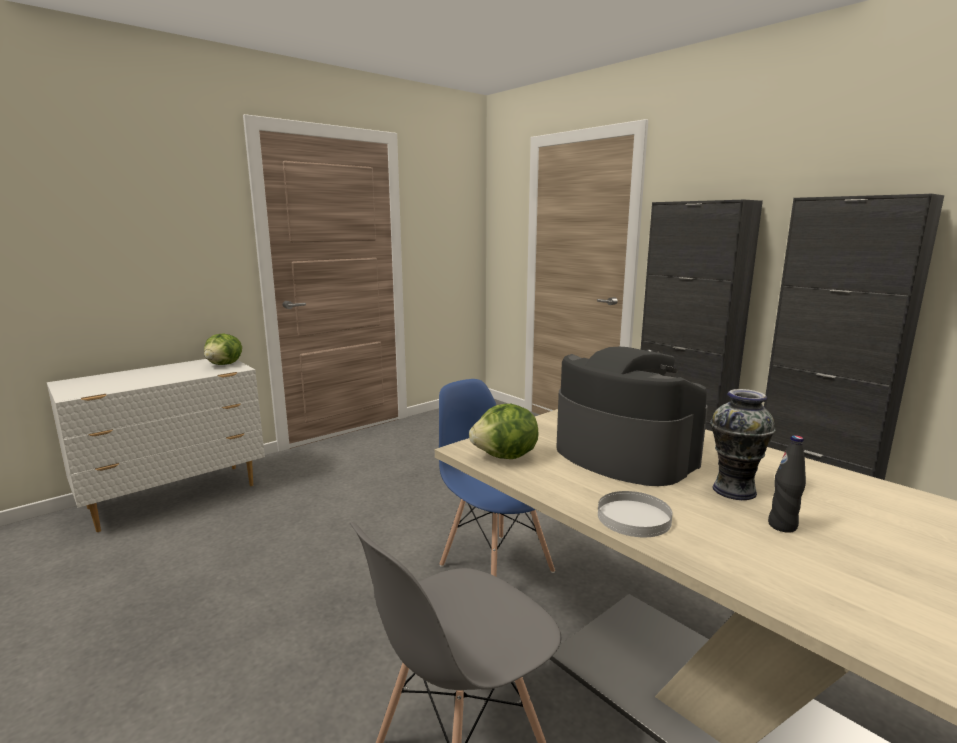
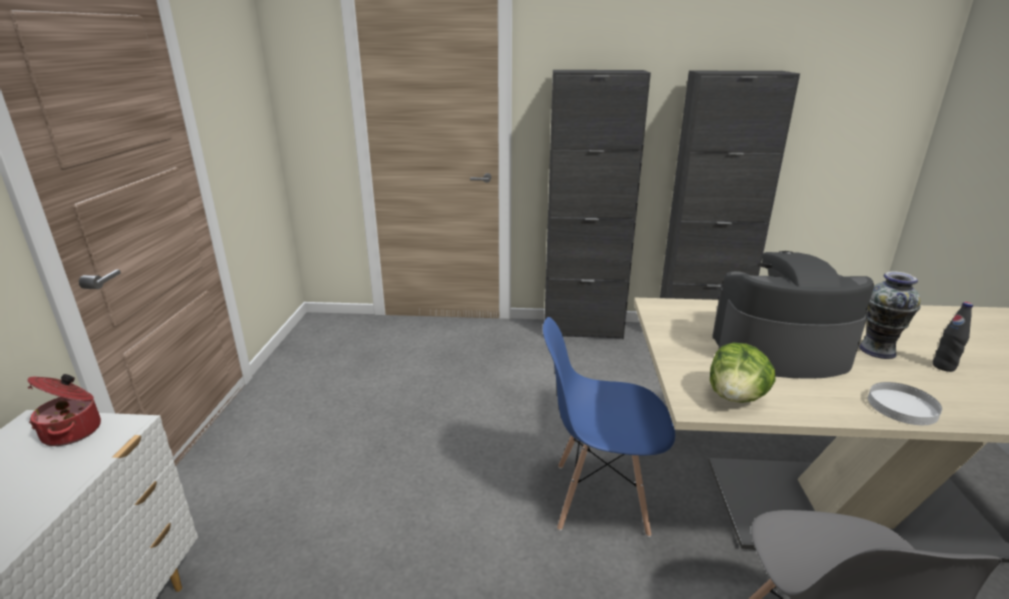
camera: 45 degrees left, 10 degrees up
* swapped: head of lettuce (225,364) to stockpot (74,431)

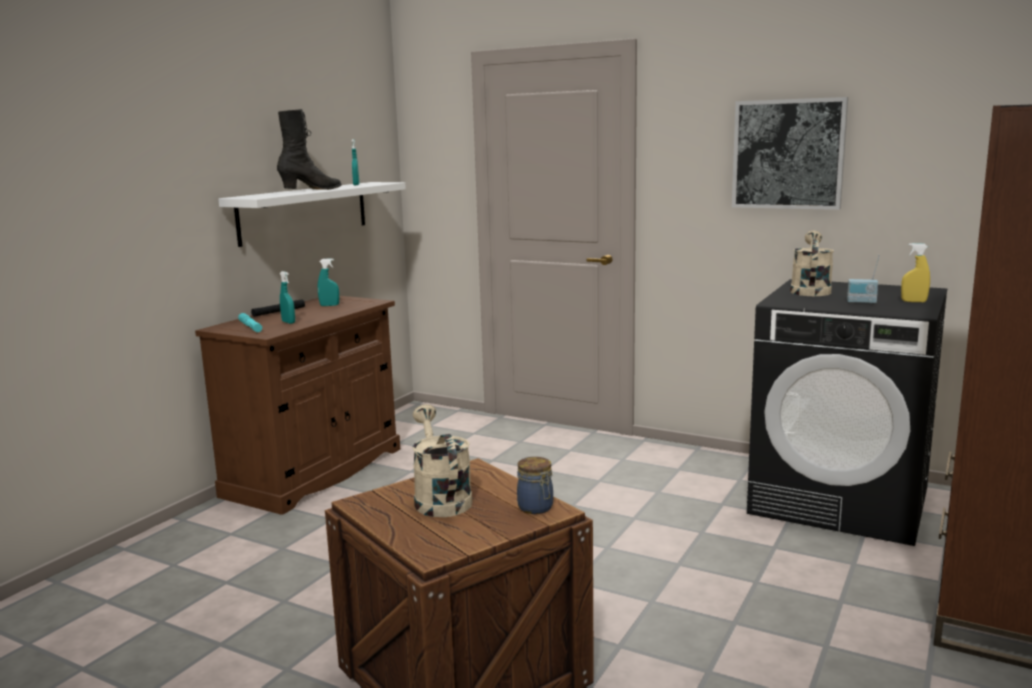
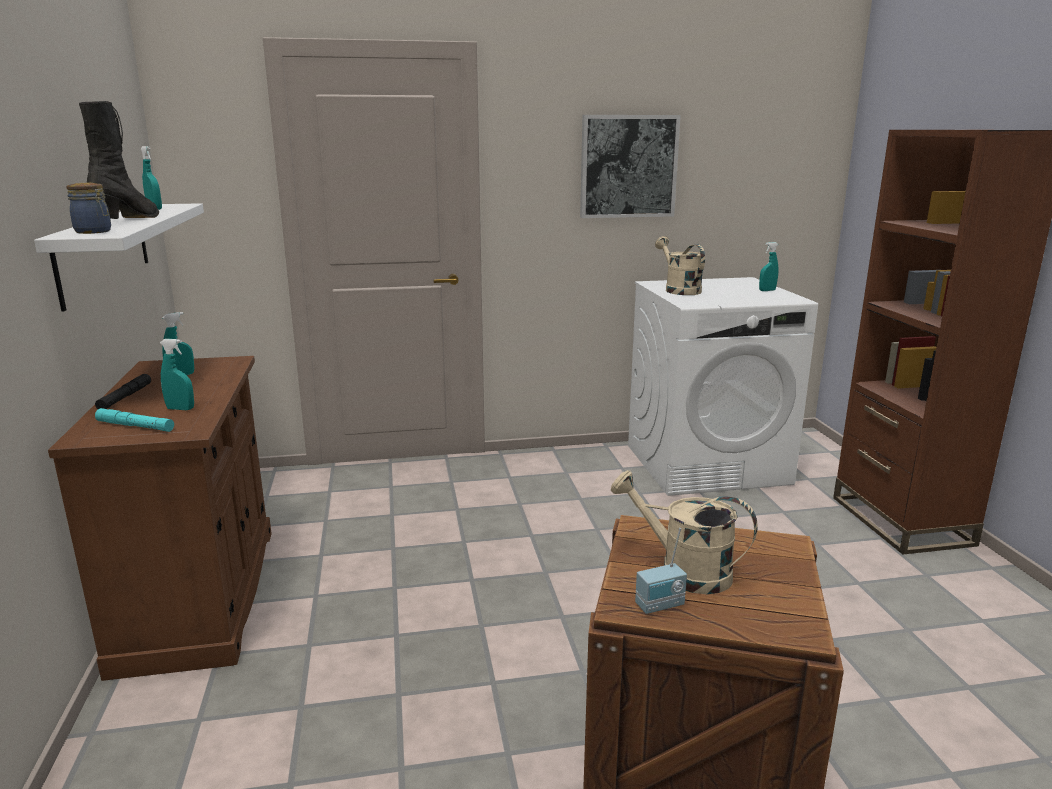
camera: 40 degrees left, 5 degrees up
* shifted: preserve jar (536,508) to (94,232)
* repainted: blackish laundry machine (840,500) to white laundry machine (707,464)
* shifted: radio (861,302) to (660,606)
* repainted: yellowish hand sprayer (913,301) to blue-green hand sprayer (767,290)

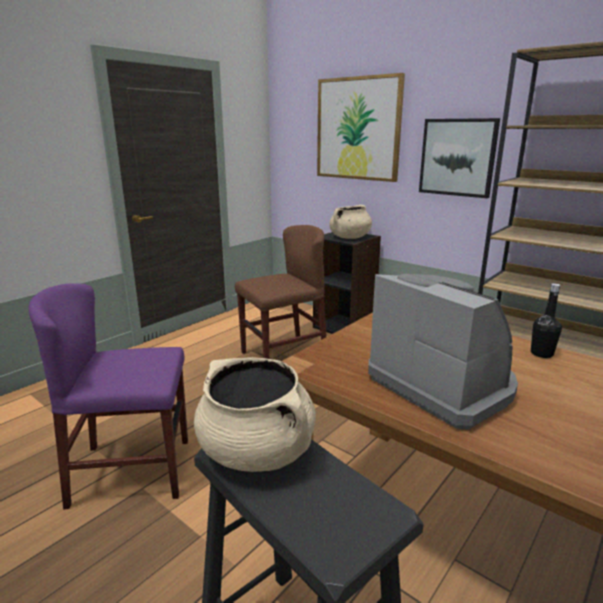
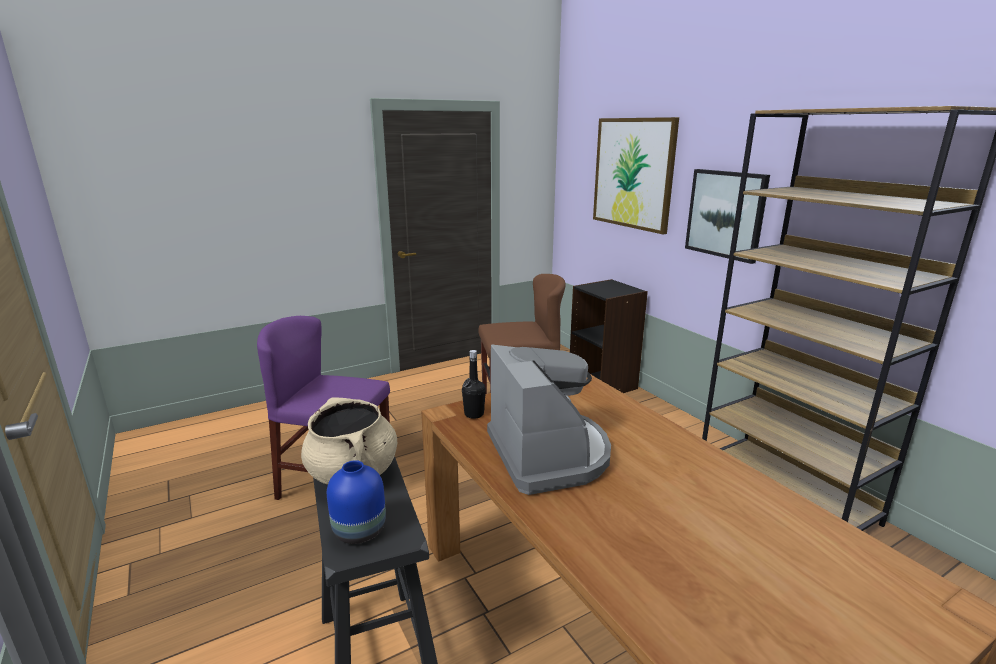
camera: 20 degrees right, 0 degrees up
* new: blue flower vase (359,532)
* shifted: blackish beverage bottle (541,354) to (474,414)
* gone: beige-coloured stockpot (349,237)

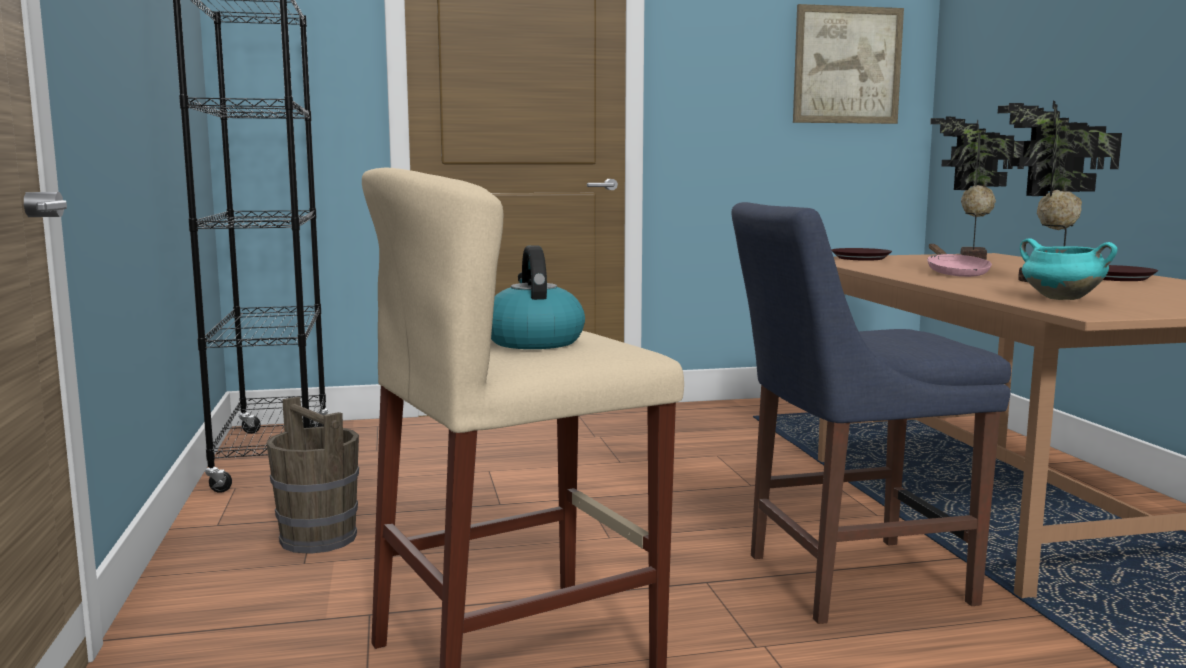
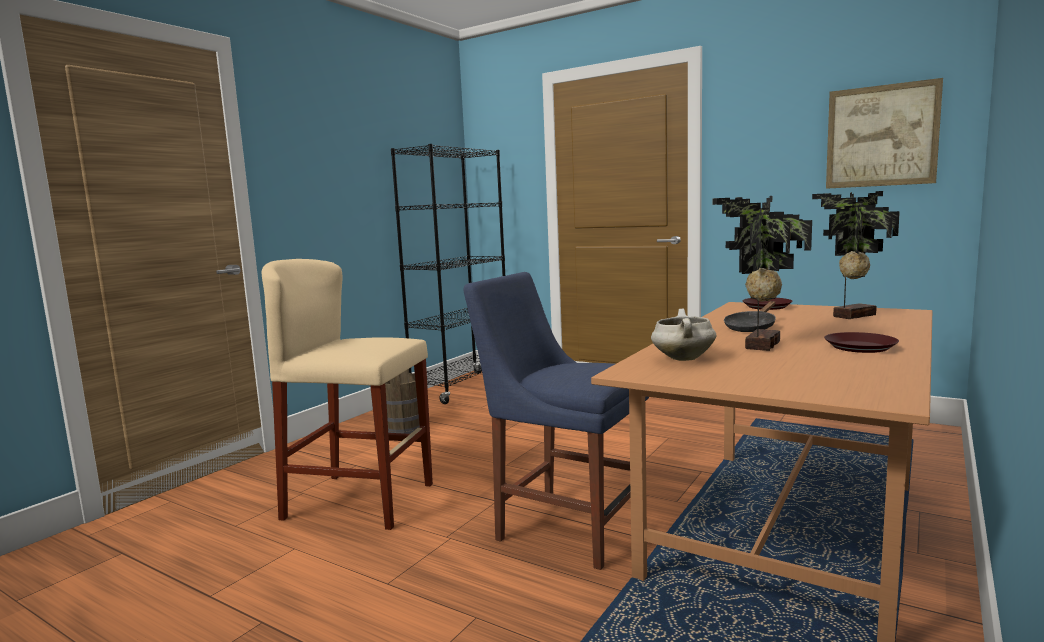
camera: 45 degrees right, 0 degrees up
* repainted: blue-green stockpot (1060,299) to white stockpot (682,359)
* repainted: pink skillet (954,273) to blackish skillet (751,327)
* gone: water kettle (533,341)

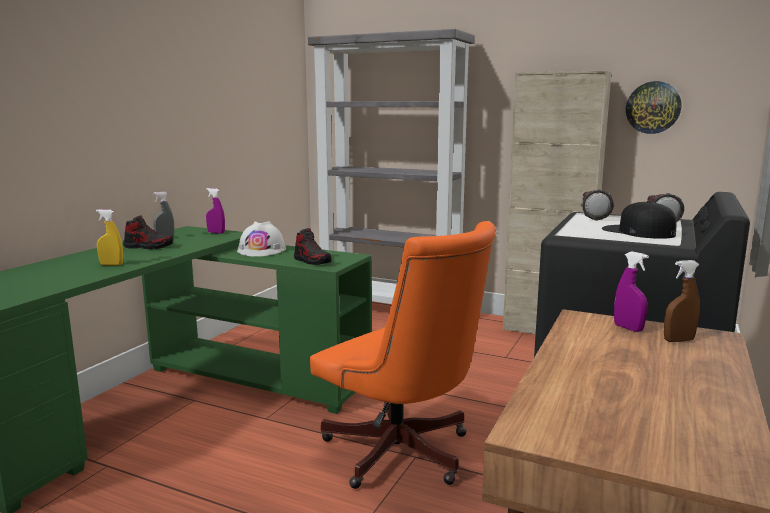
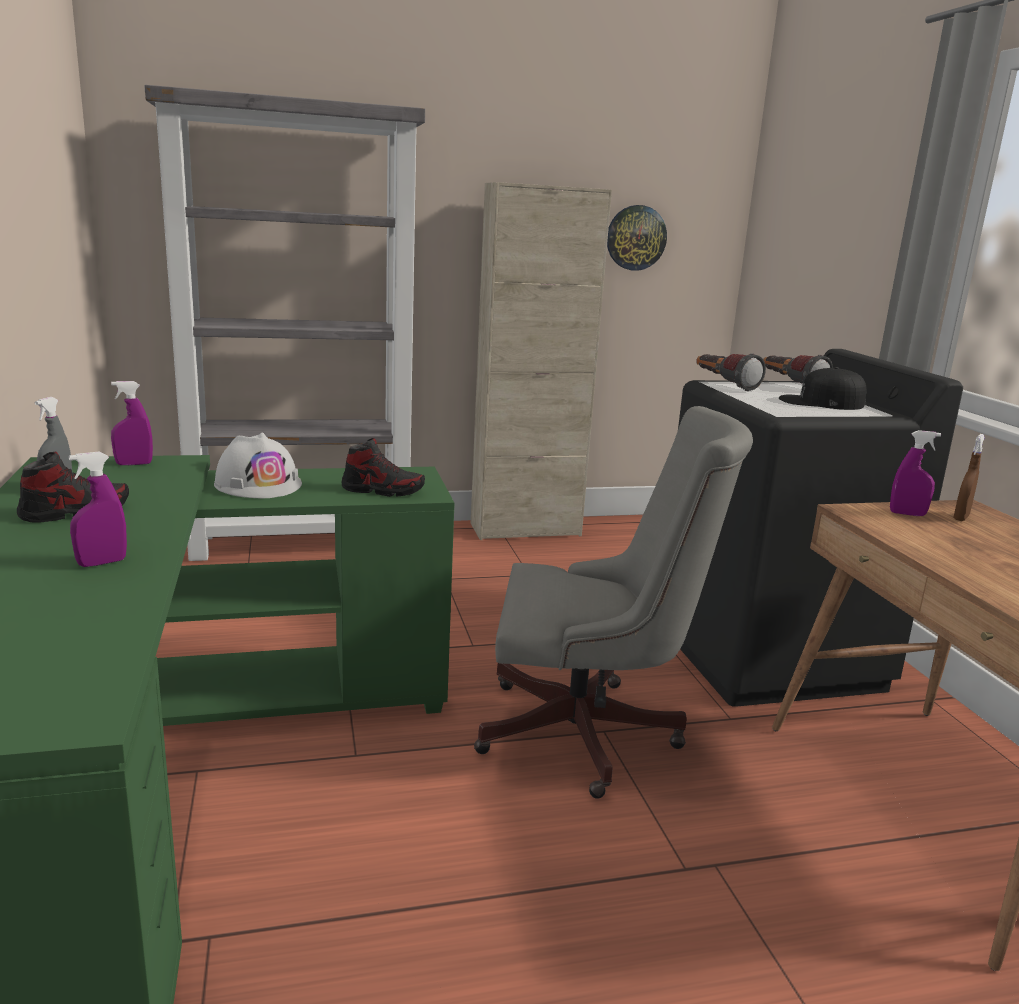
camera: 40 degrees left, 5 degrees up
* repainted: yellowish hand sprayer (111,264) to purplish hand sprayer (102,563)
* repainted: orange desk chair (403,455) to greyish desk chair (590,735)

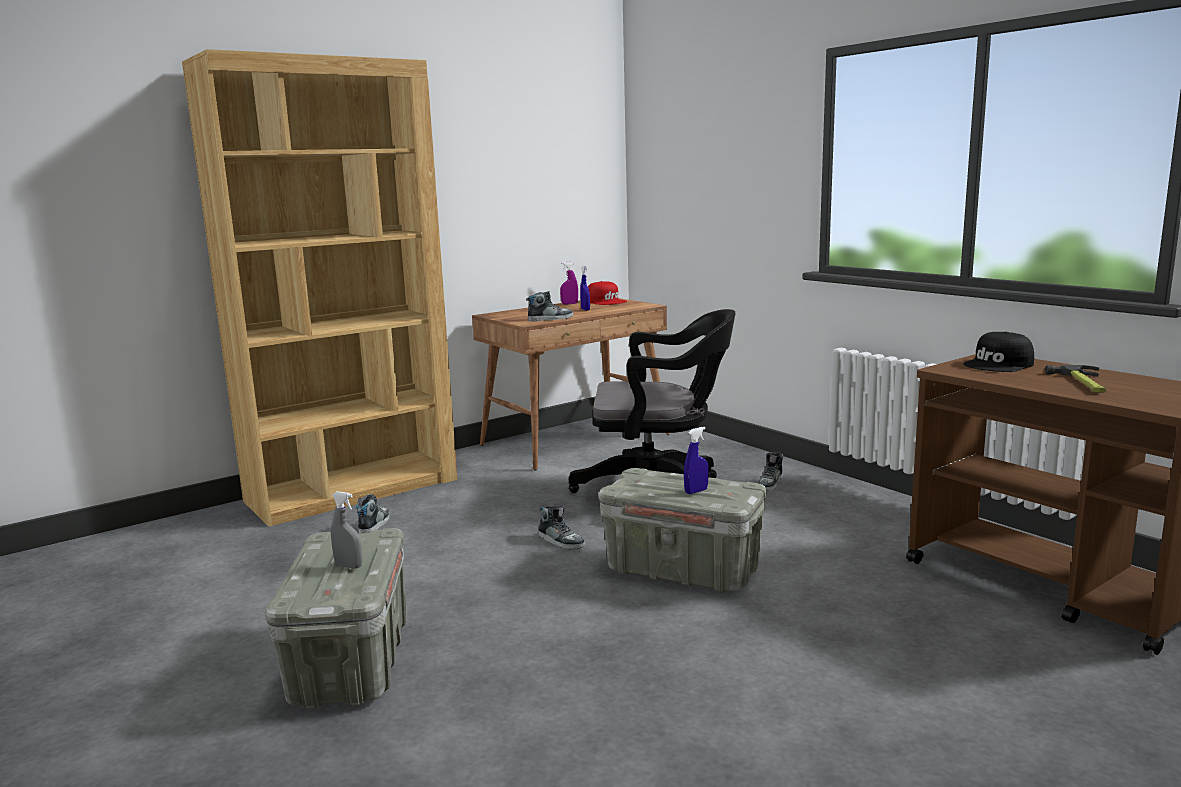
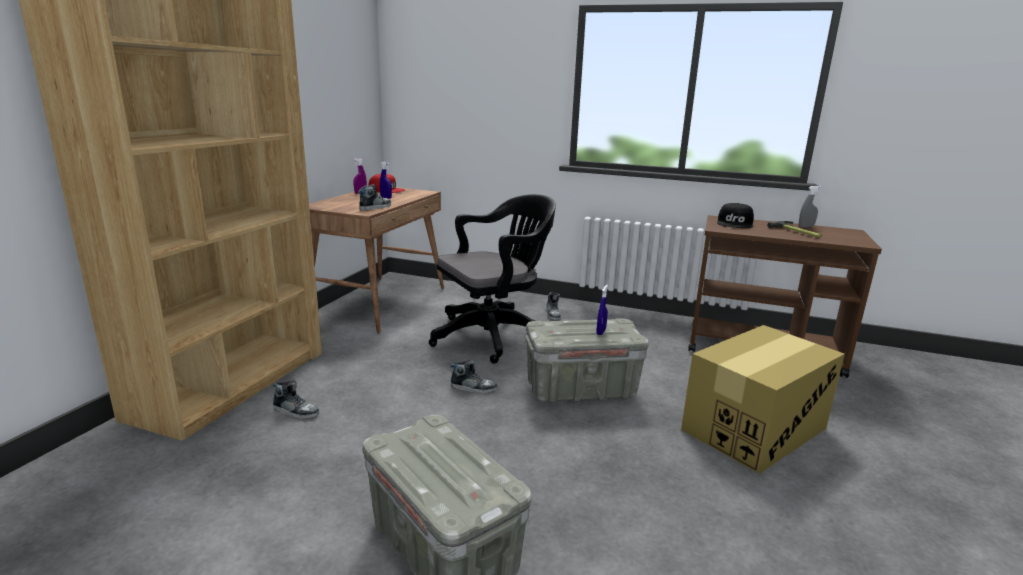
camera: 35 degrees left, 5 degrees up
* rotated: low shoe (374,524) = (296,411) 135 degrees clockwise
* new: cardboard box (754,429)
* shifted: greyish hand sprayer (348,566) to (806,227)

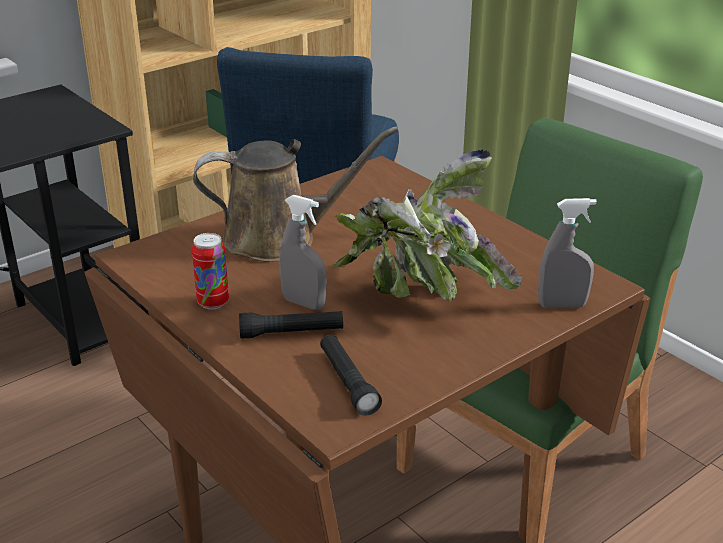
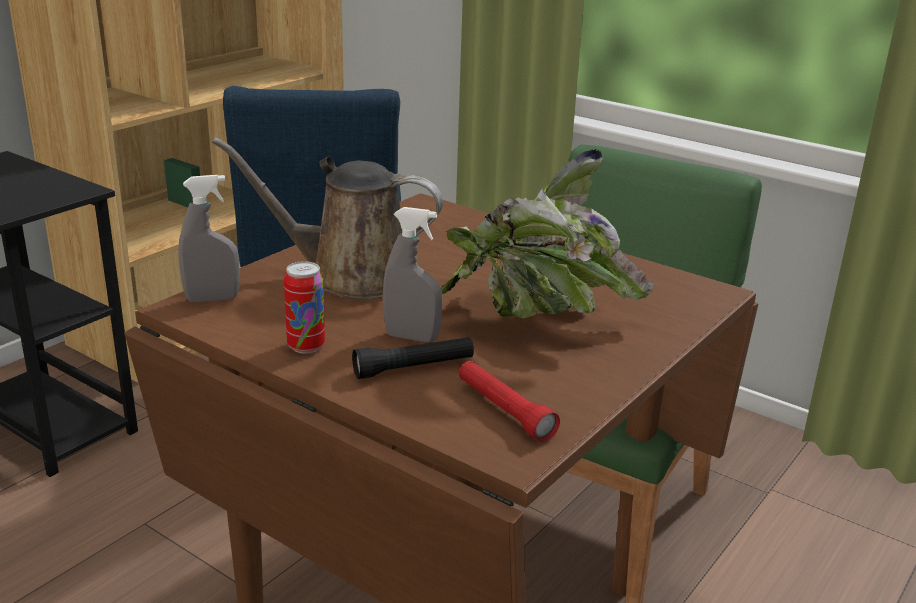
camera: 15 degrees left, 5 degrees down
* shifted: greyish hand sprayer (562,305) to (212,299)
* rotated: brown watering pot (279,238) = (350,277) 150 degrees counterclockwise
* repainted: blackish torch (348,382) to red-coloured torch (504,411)

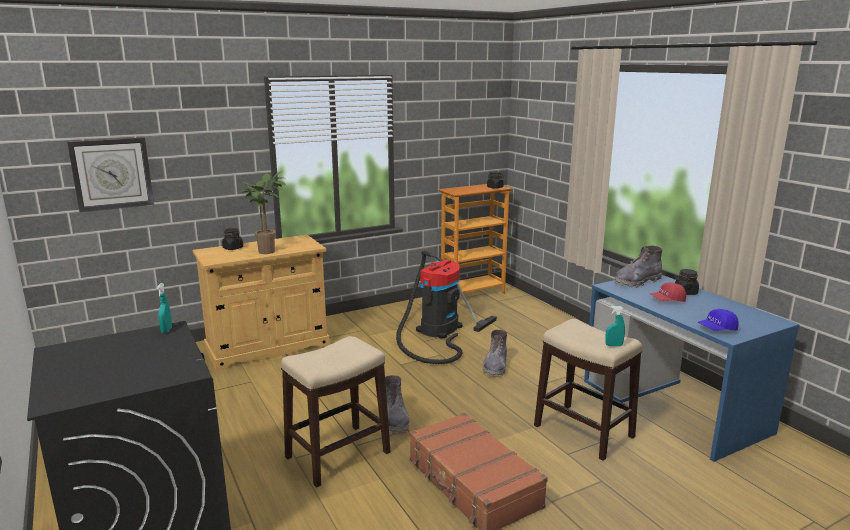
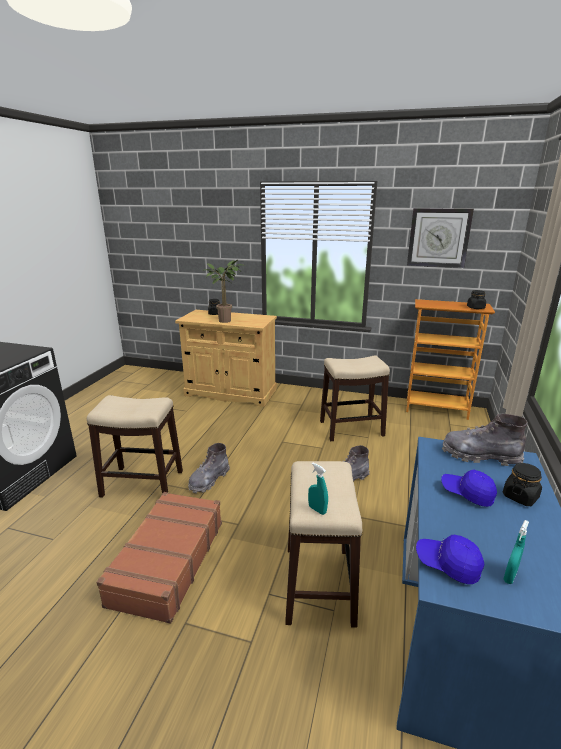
camera: 45 degrees right, 5 degrees up
* swapped: hoover (437,331) to stool (352,428)
* shifted: clock on the wall (112,174) to (438,238)
* repainted: red-coloured peaked cap (667,300) to blue peaked cap (467,493)
* shifted: blue-green hand sprayer (166,330) to (510,576)

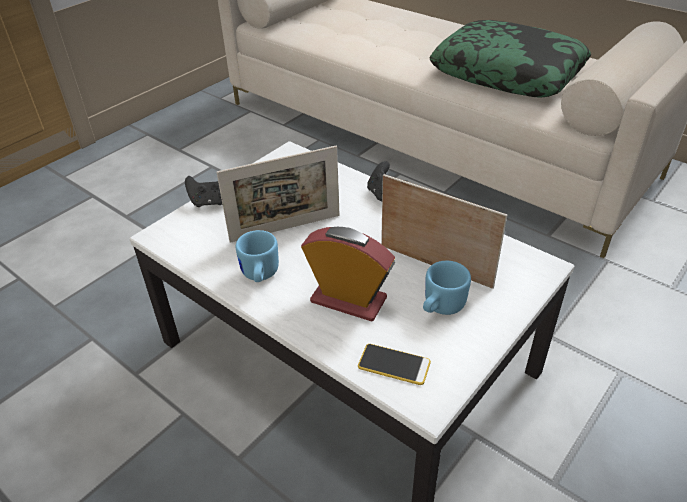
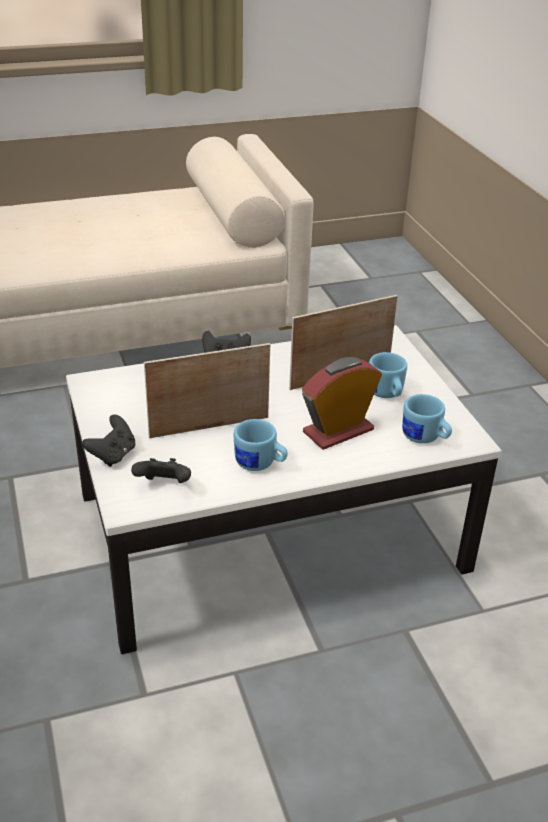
camera: 60 degrees left, 5 degrees down
* new: blackish gamepad (164,485)
* rotated: picture frame (285,228) = (209,427) 120 degrees counterclockwise
* swapped: phone (394,364) to blue coffee mug (425,438)
* gone: pillow (508,73)

